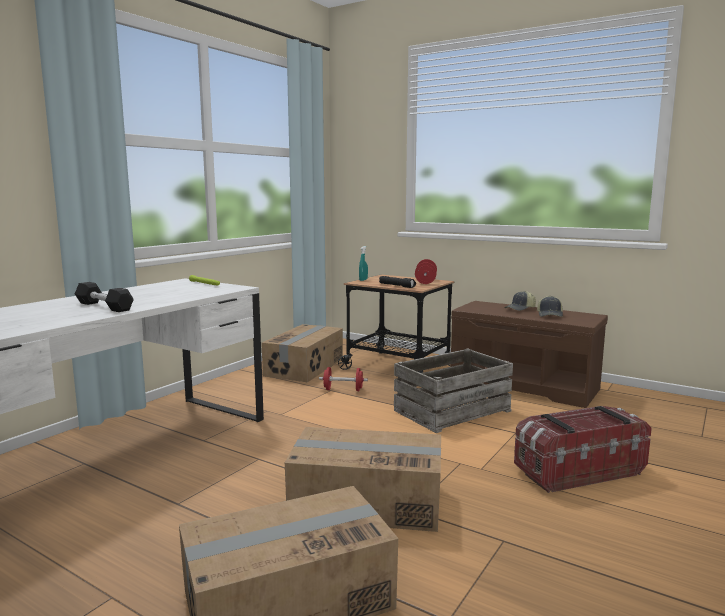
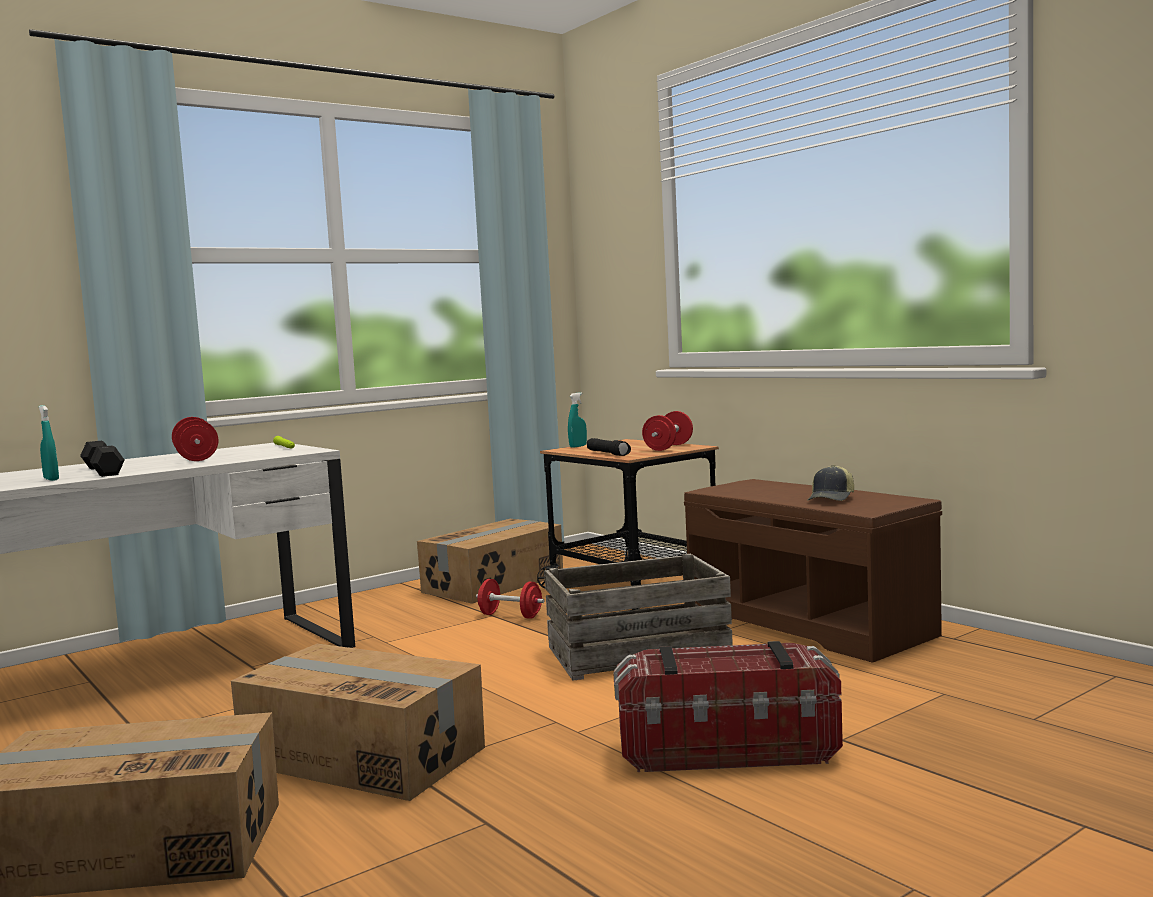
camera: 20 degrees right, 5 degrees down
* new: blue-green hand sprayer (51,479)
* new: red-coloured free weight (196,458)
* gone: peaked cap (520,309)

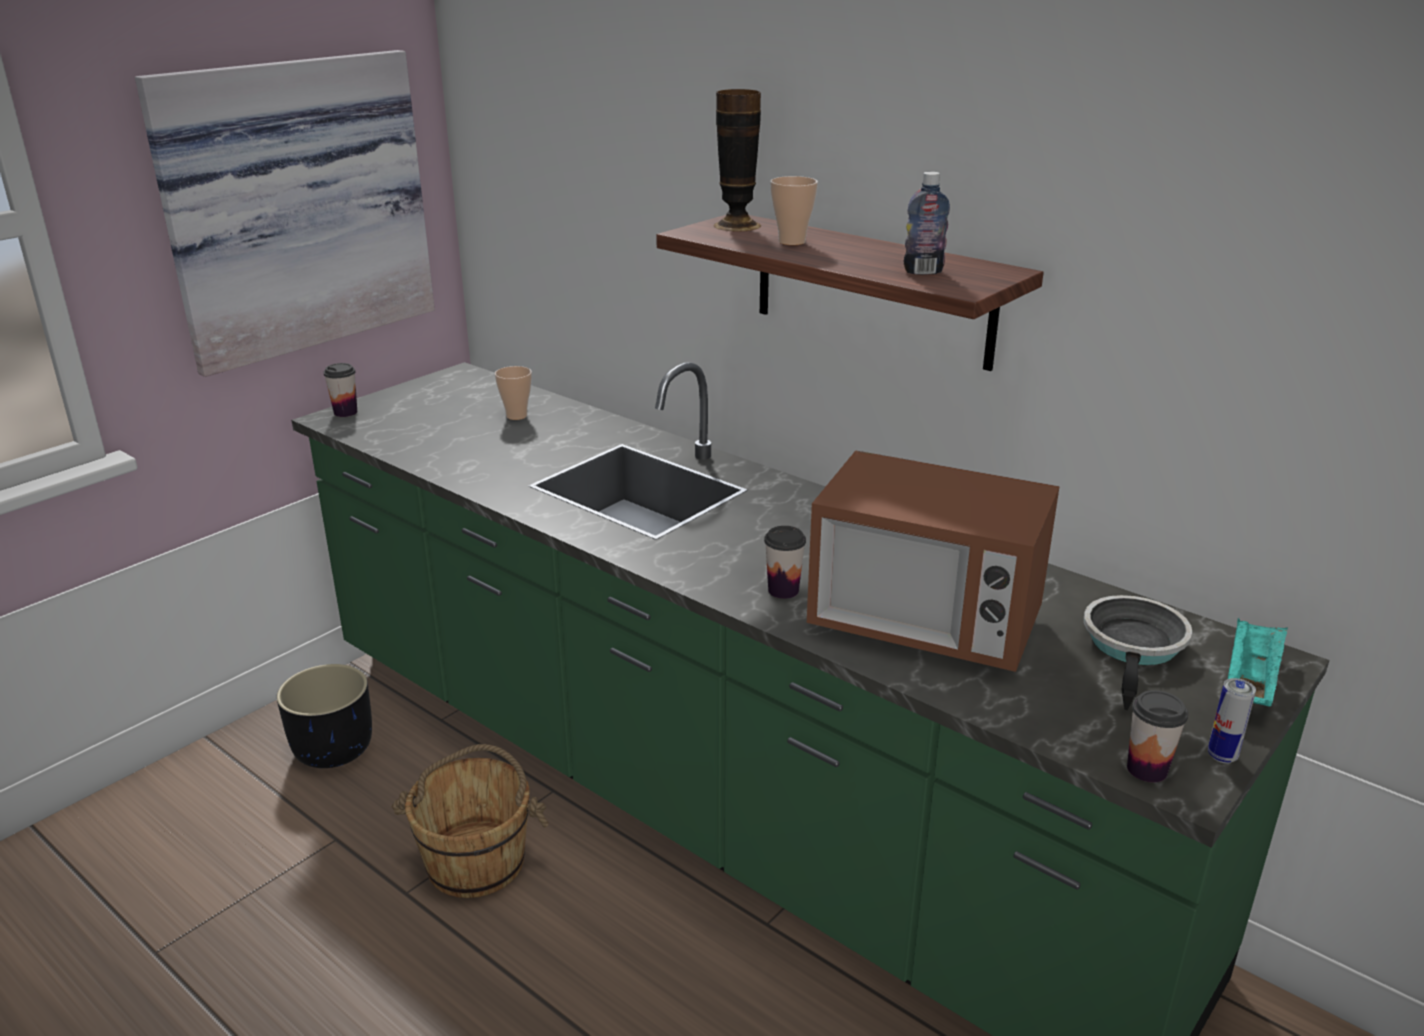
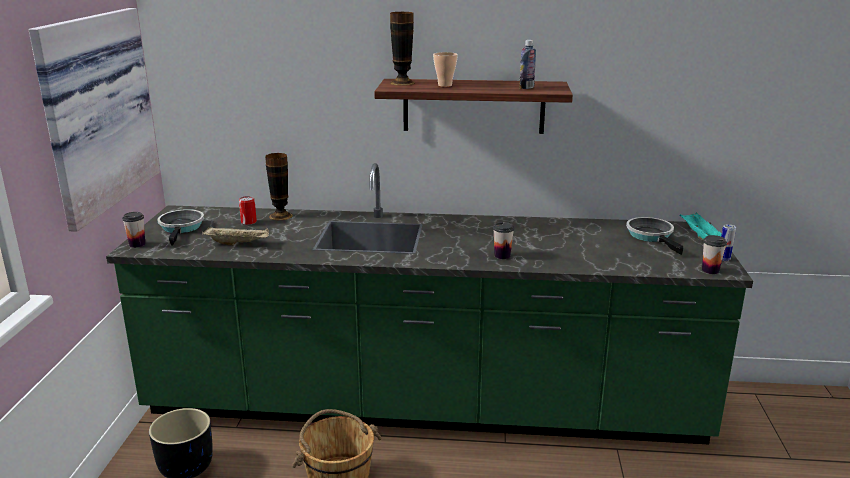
camera: 35 degrees left, 5 degrees down
* new: skillet (181,228)
* new: beige-coloured carrying tray (238,243)
* swapped: small cup (516,416) to sealed can (248,222)
* new: flower vase (280,216)
* gone: microwave (924,626)

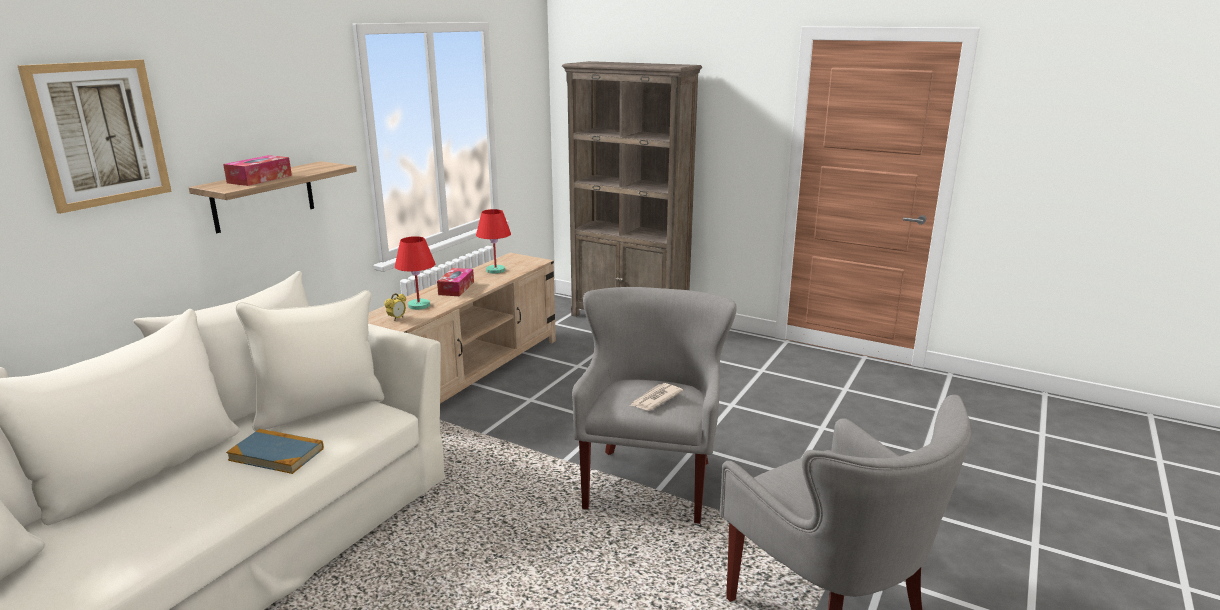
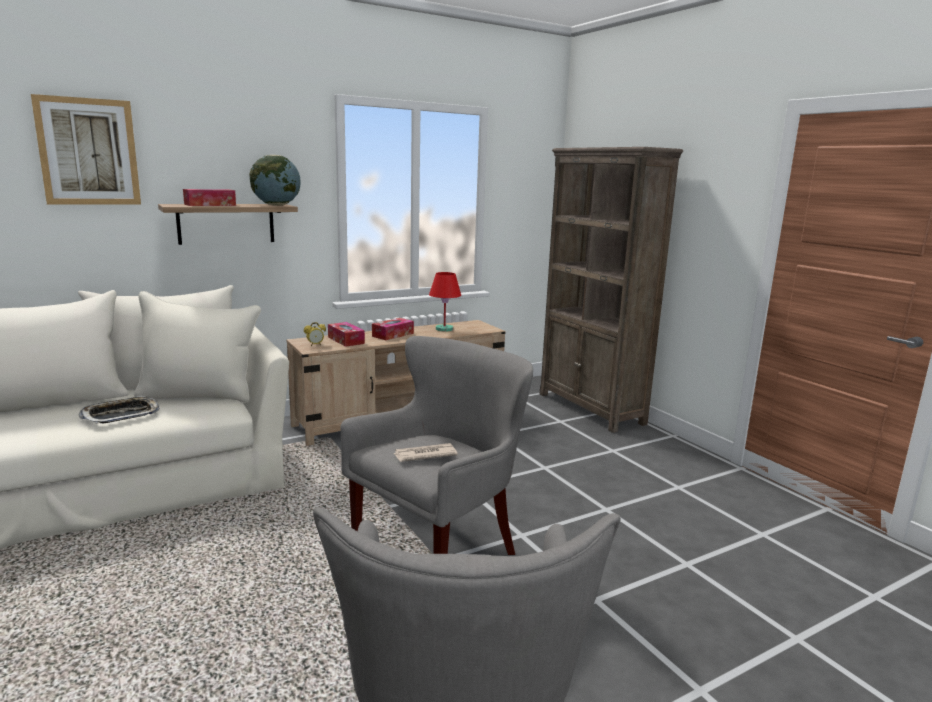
camera: 30 degrees right, 5 degrees down
* swapped: book (276,454) to carrying tray (121,415)
* new: desk globe (276,205)
* swapped: red-coloured lamp for a table (419,305) to tissue holder (346,340)

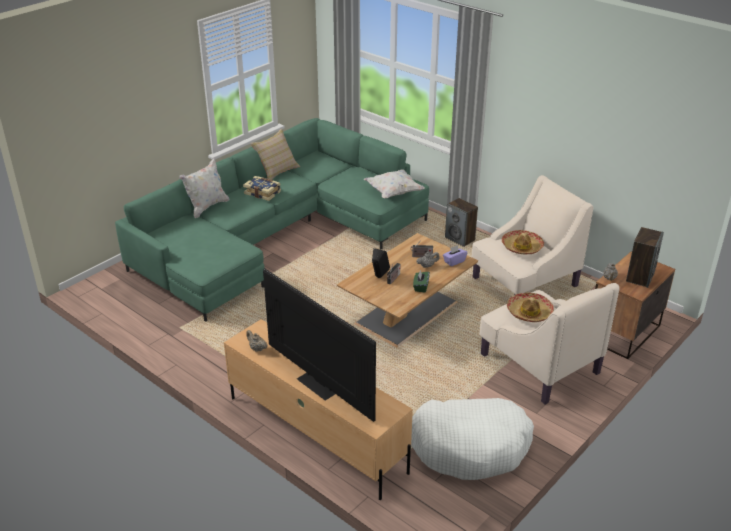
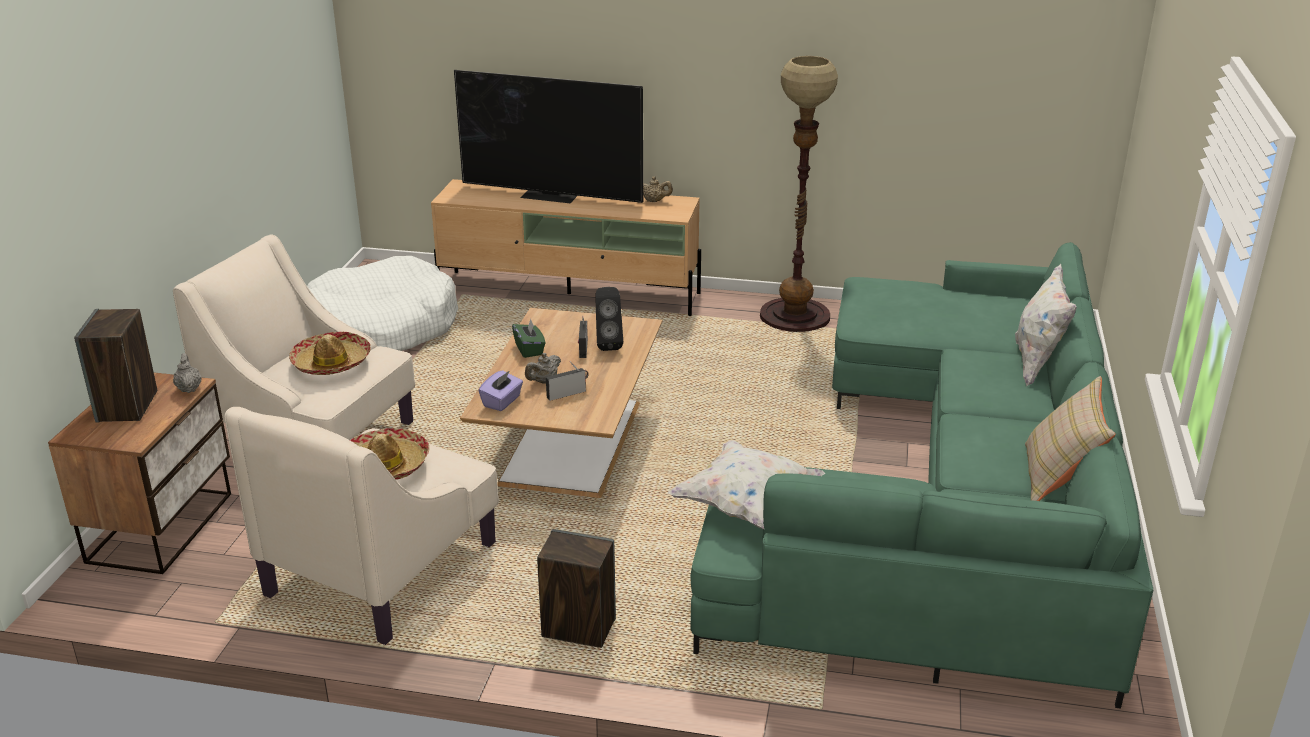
camera: 150 degrees right, 5 degrees down
* new: standard lamp (795,316)
* gone: book (263,193)

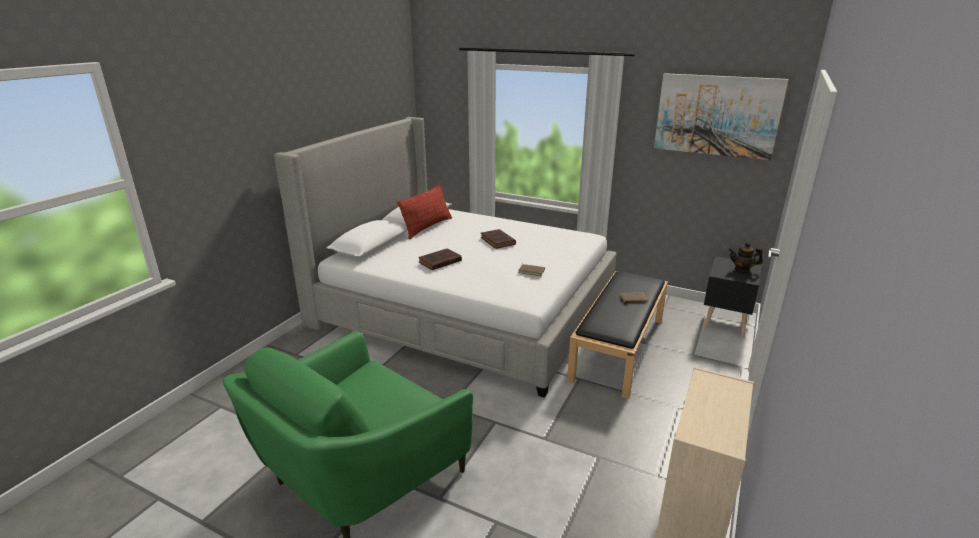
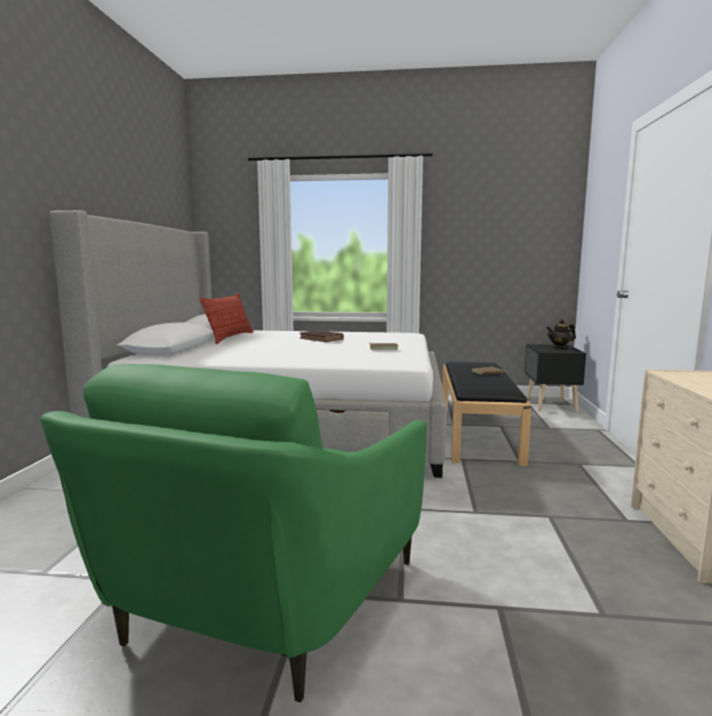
camera: 20 degrees left, 15 degrees down
* gone: brown book (439,262)
* gone: wall art (716,115)

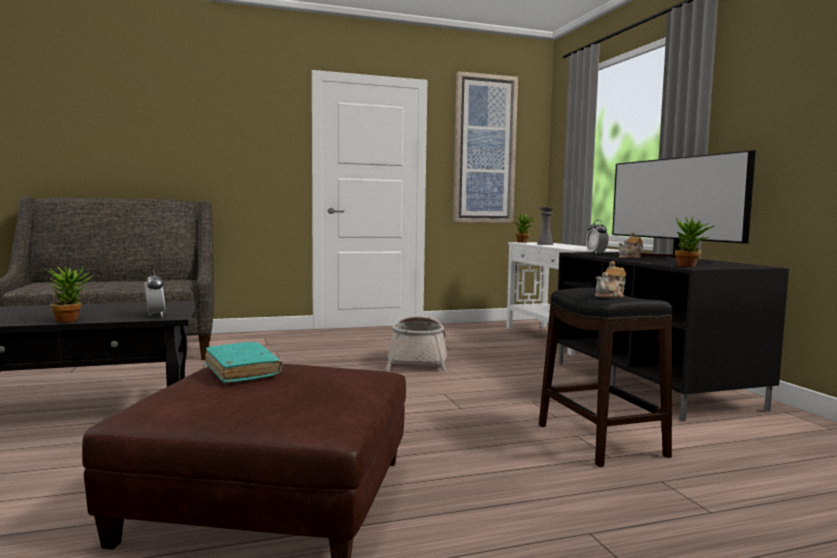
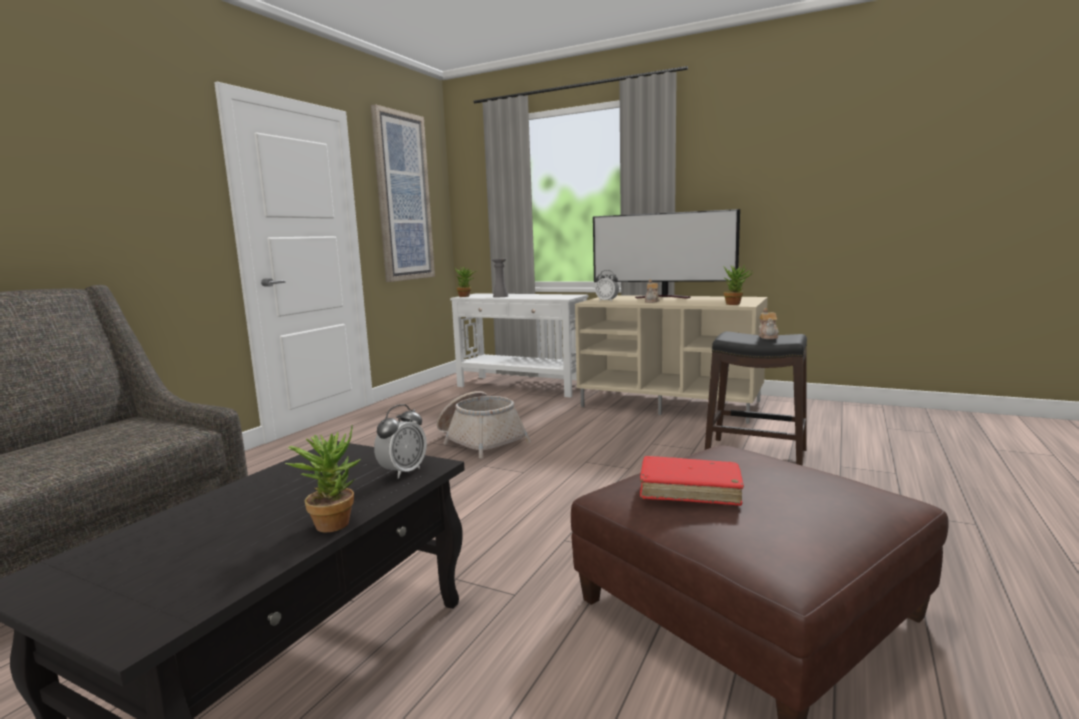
camera: 45 degrees left, 5 degrees up
* rotated: alarm clock (155,315) = (403,472) 105 degrees clockwise
* repainted: blackish tv stand (653,384) to beige-coloured tv stand (671,403)
* repainted: blue-green book (242,371) to red-coloured book (689,490)

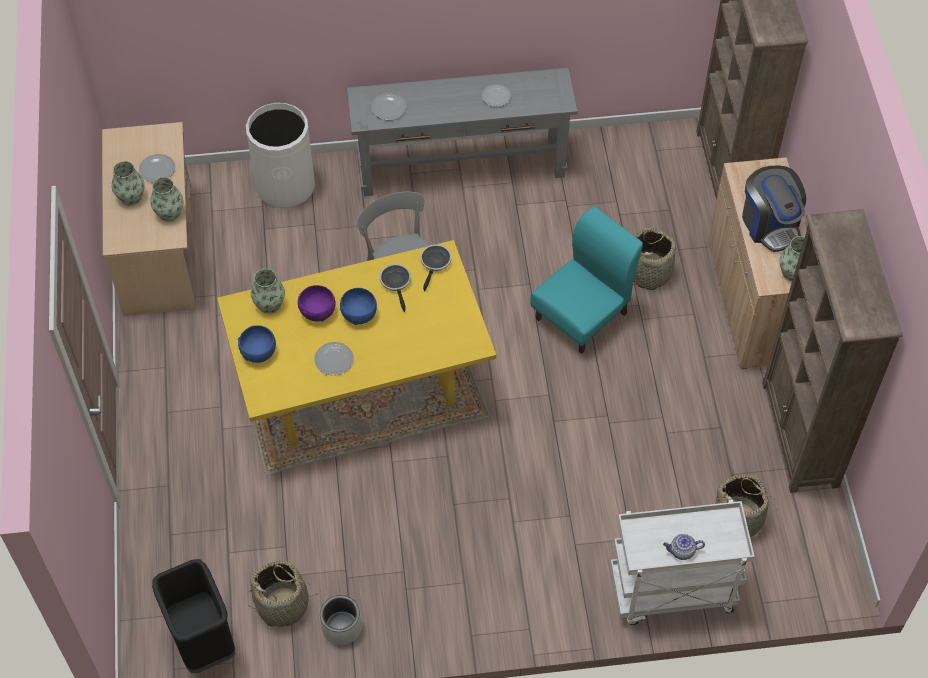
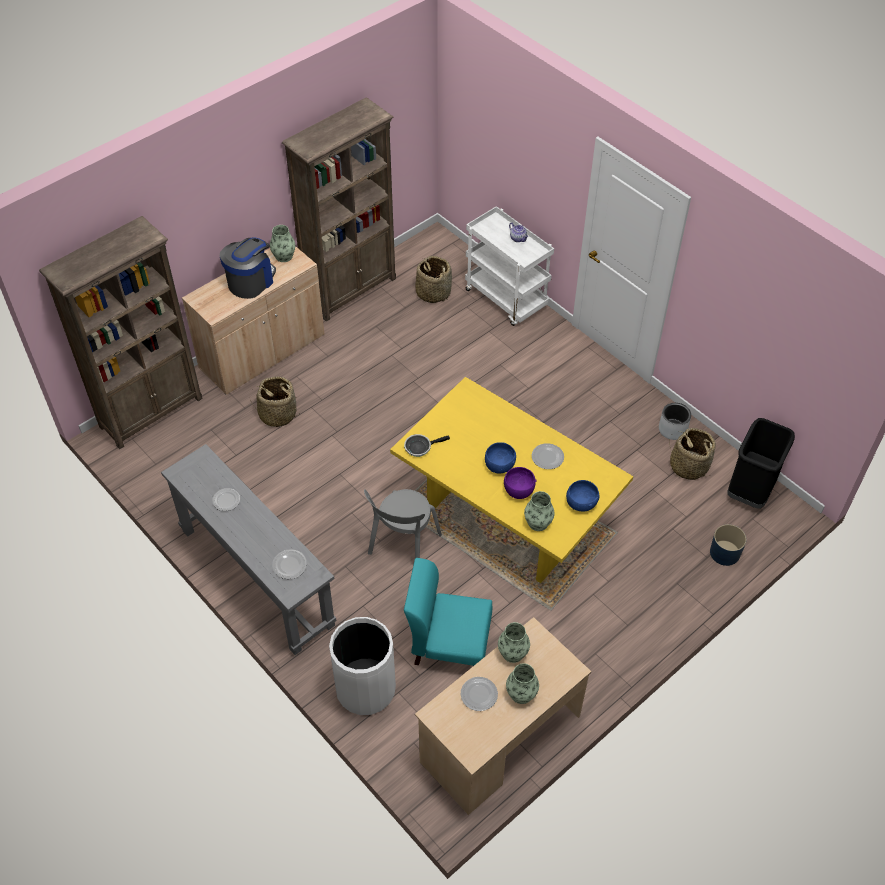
camera: 125 degrees left, 5 degrees down
* shifted: blue-green chair (582,316) to (449,643)
* new: blue plant pot (725,553)
* gone: skillet (396,283)

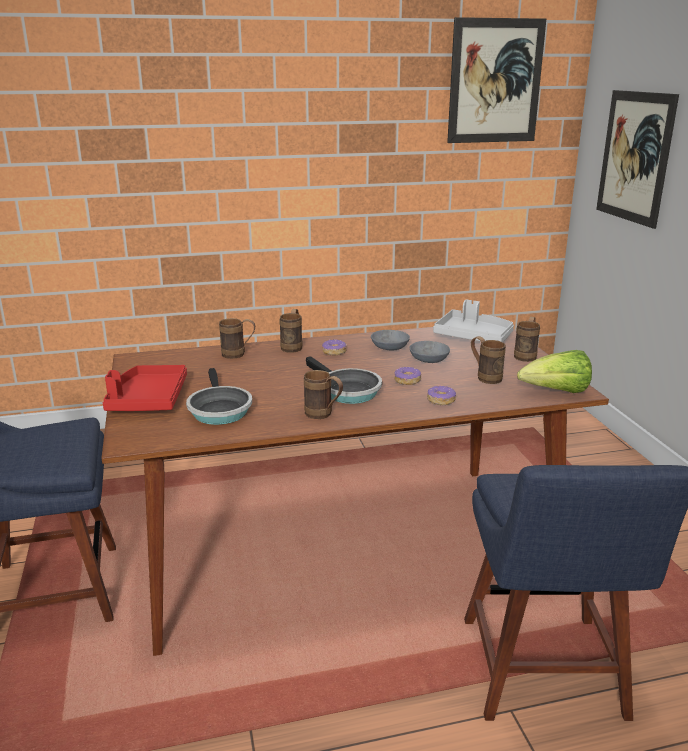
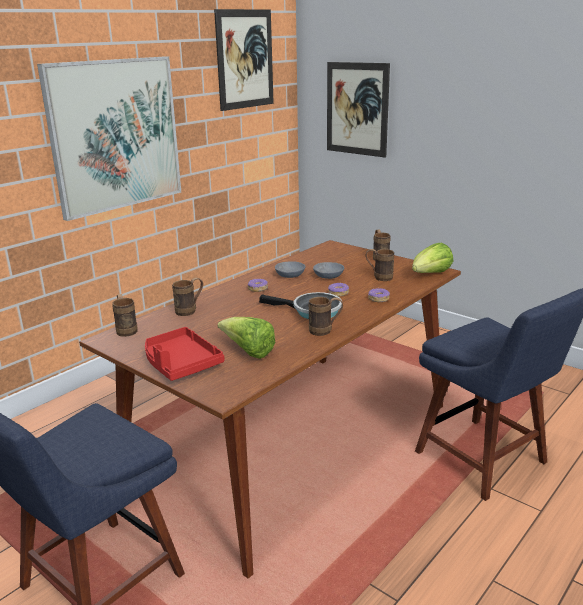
camera: 35 degrees left, 0 degrees up
* new: wall art (115,135)
* shifted: brown coffee mug (293,346) to (126,329)
* swapped: skillet (218,409) to head of lettuce (248,352)
* gone: greyish carrying tray (473,337)

